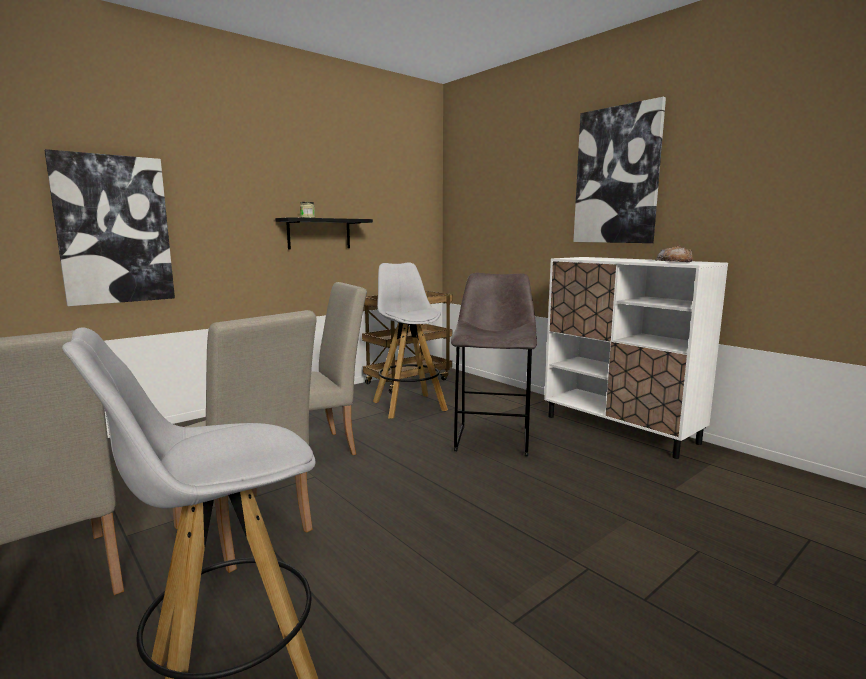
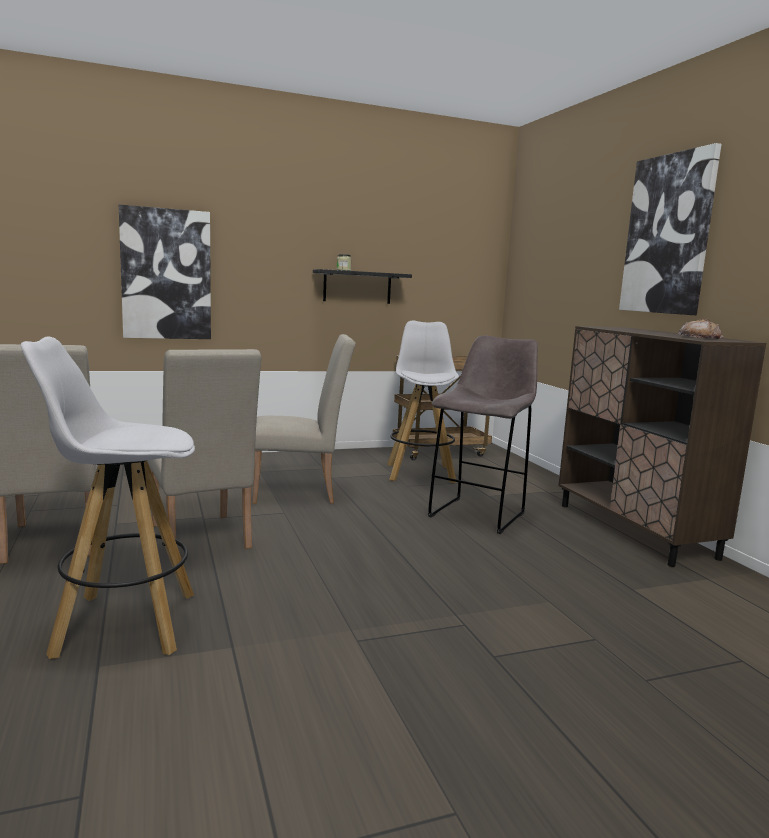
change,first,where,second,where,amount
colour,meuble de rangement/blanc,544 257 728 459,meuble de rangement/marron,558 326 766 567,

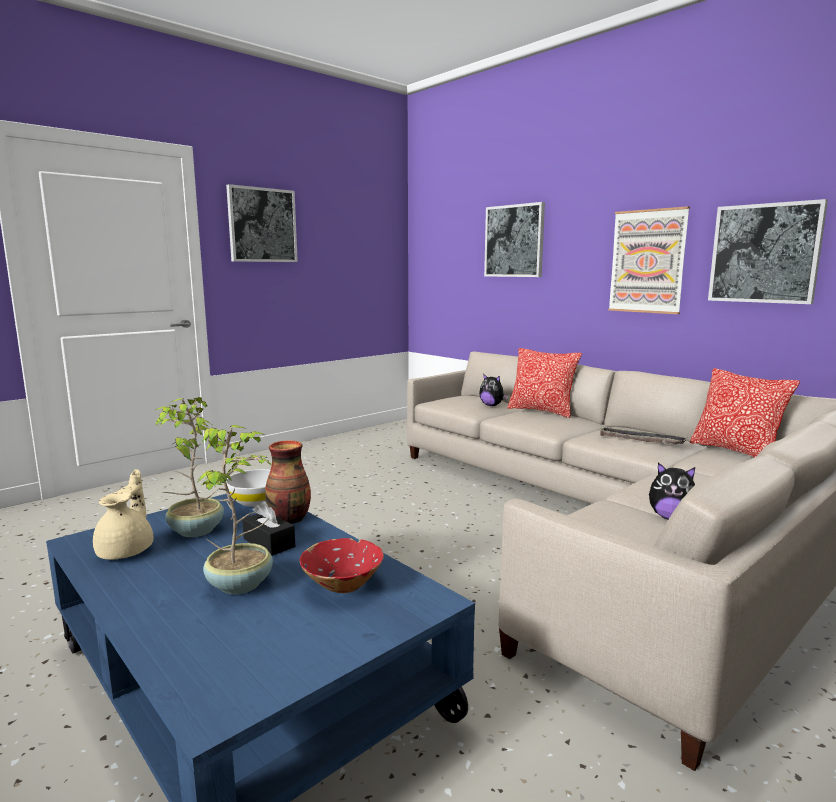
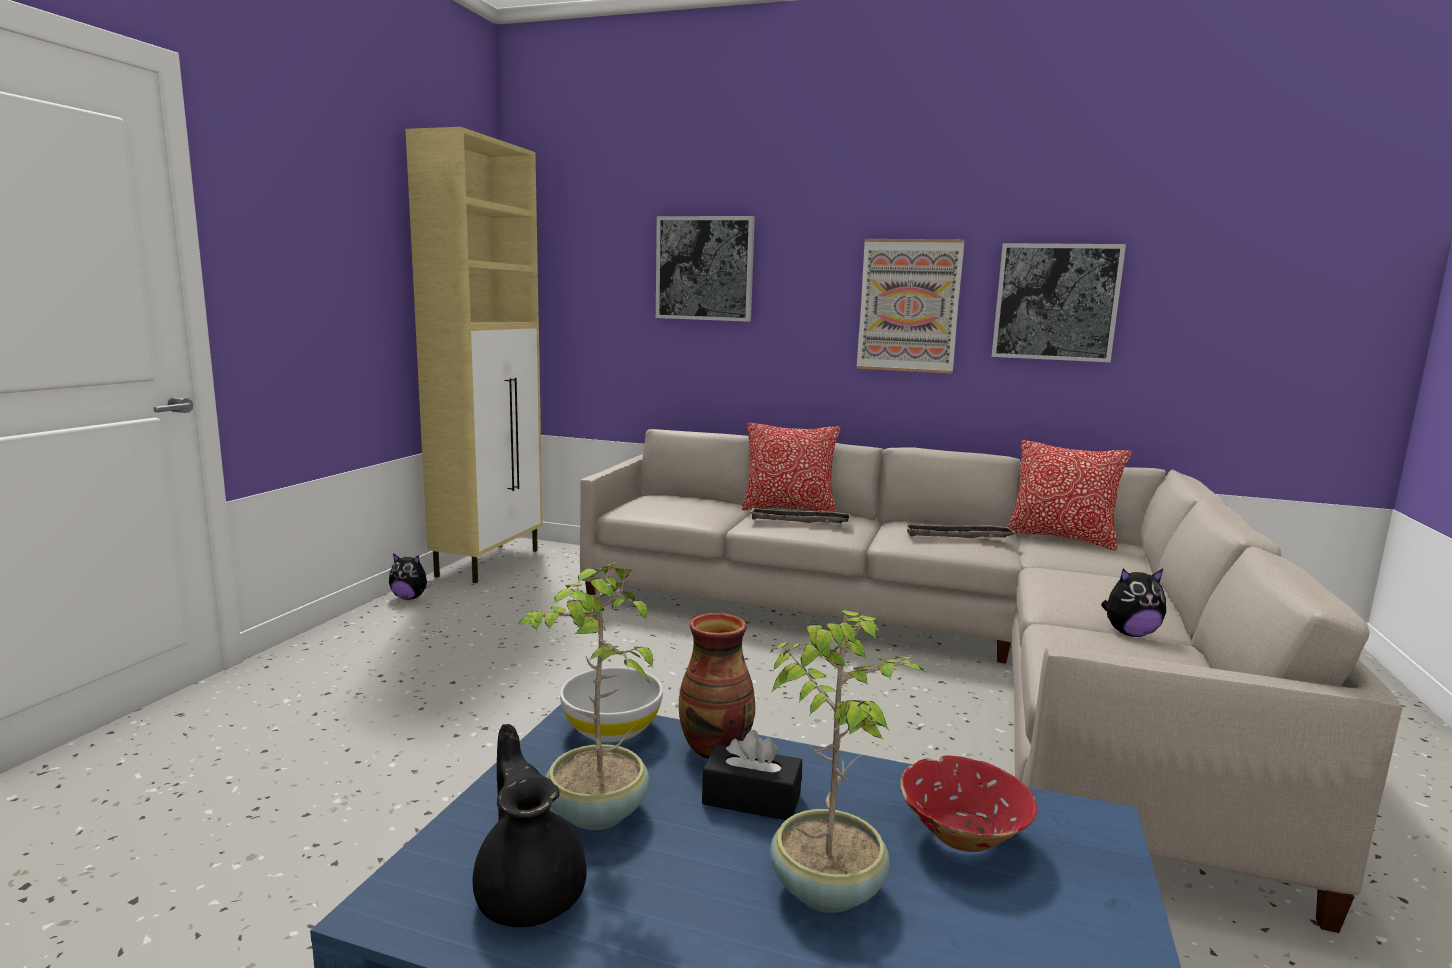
change,first,where,second,where,amount
relocated,peluche,479 374 508 406,,389 553 434 600,
appeared,,,meuble de rangement/beige,405 127 543 583,
colour,théière/beige,93 469 153 560,théière/noir,473 724 587 927,
appeared,,,plateau,749 508 851 523,
missing,tableau,226 184 298 262,,,

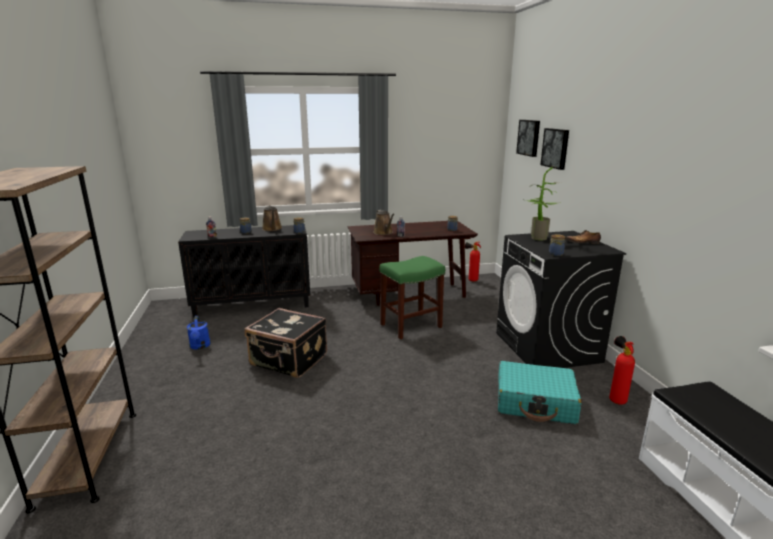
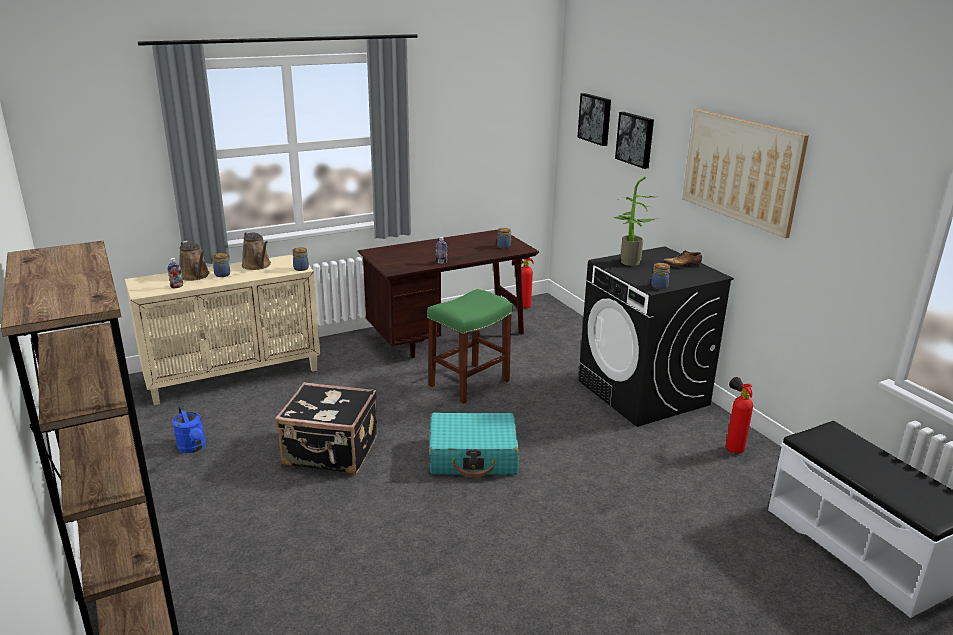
change,first,where,second,where,amount
colour,meuble de rangement/noir,178 225 310 317,meuble de rangement/beige,125 255 320 405,
relocated,arrosoir/marron,373 210 394 235,,179 240 210 281,
relocated,valise/turquoise,498 361 582 424,,429 413 519 478,
appeared,,,tableau,682 109 809 238,

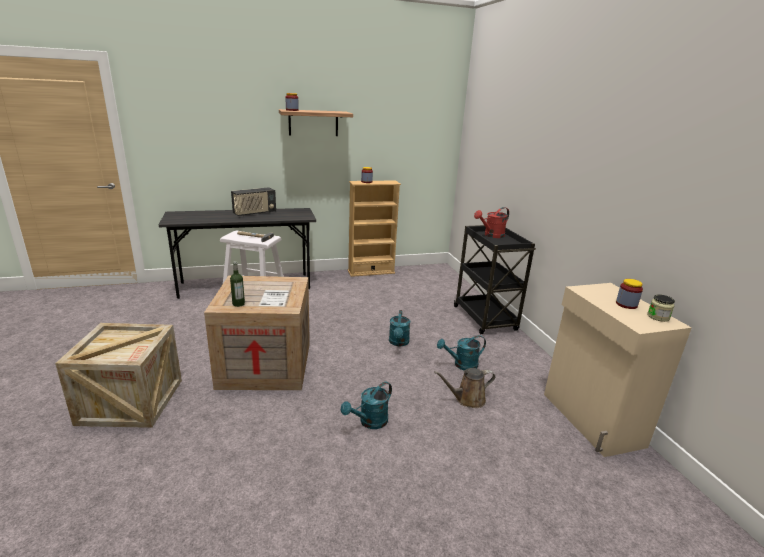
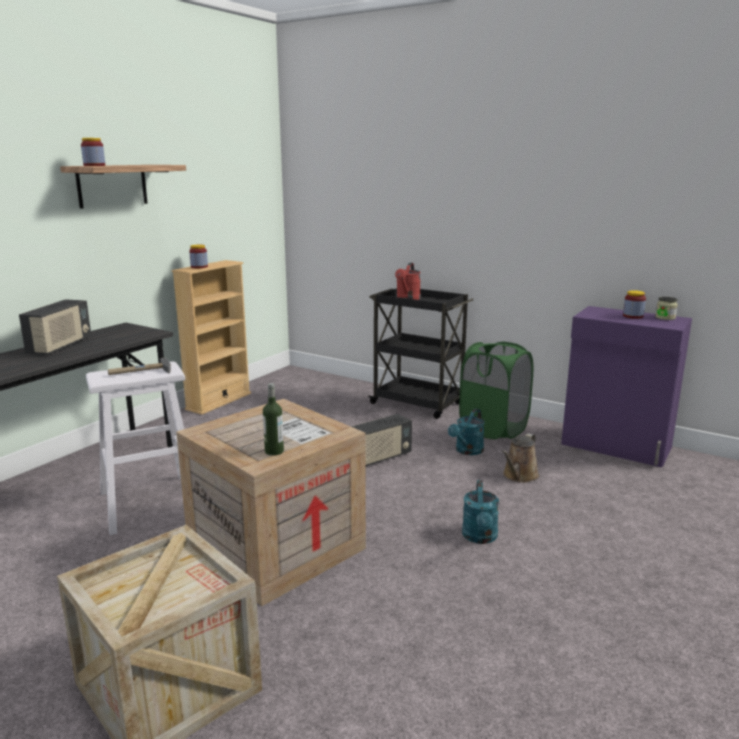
change,first,where,second,where,amount
exchanged,arrosoir/turquoise,389 310 410 346,radio,351 414 412 467,
appeared,,,panier à linge/vert,459 341 533 439,
colour,meuble de rangement/beige,544 283 692 457,meuble de rangement/violet,561 306 692 467,

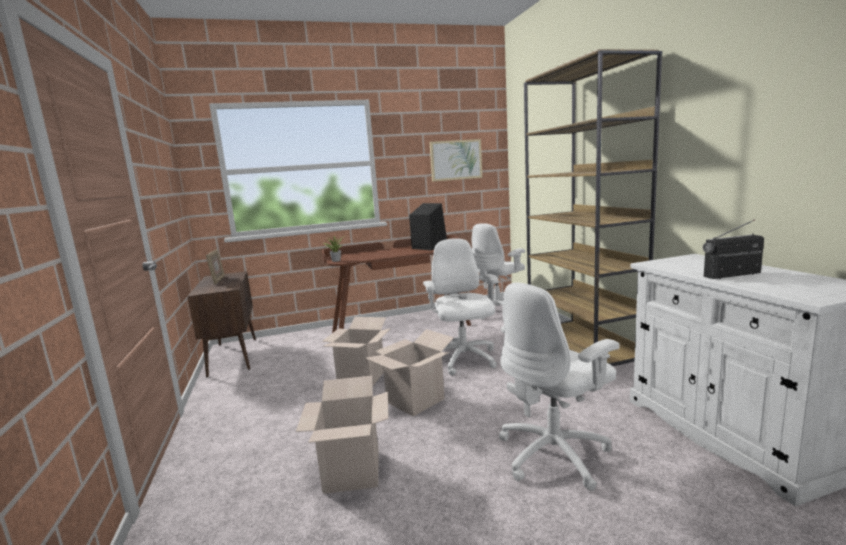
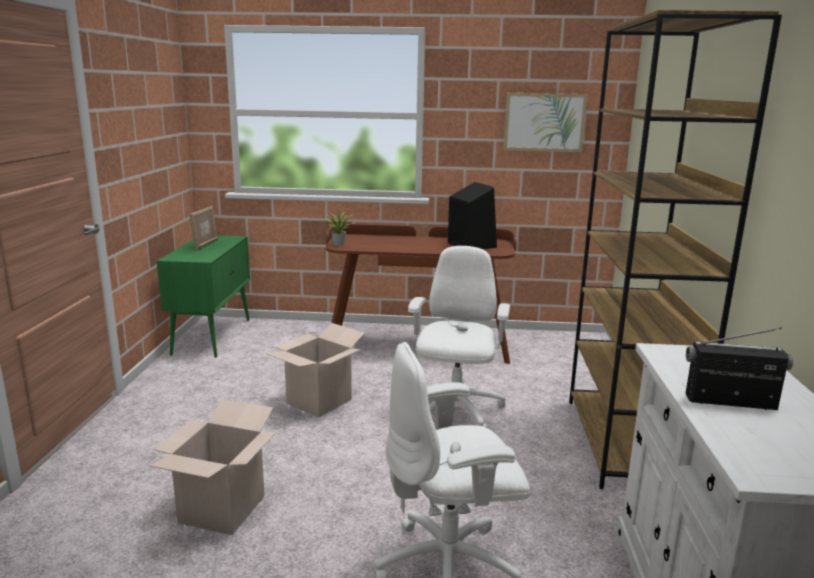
change,first,where,second,where,amount
colour,meuble de rangement/marron,188 271 256 378,meuble de rangement/vert,157 235 250 358,
missing,carton,365 329 454 416,,,
missing,chaise de bureau/blanc,472 223 525 320,,,

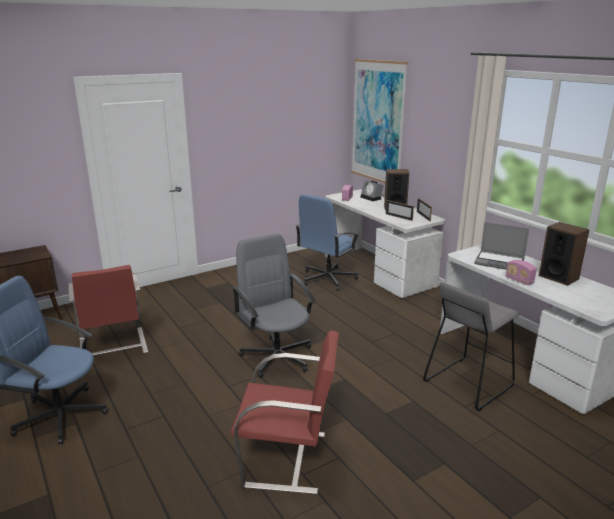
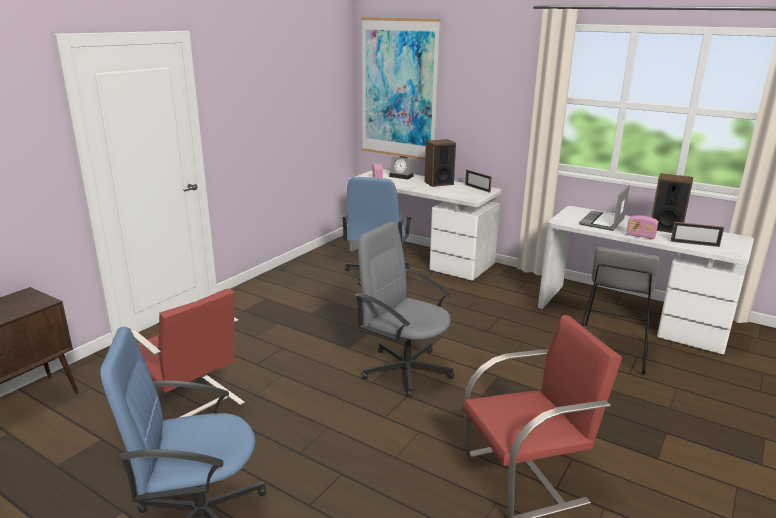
change,first,where,second,where,amount
spun,ordinateur portable,474 222 529 270,,579 185 630 231,120 degrees clockwise
relocated,cadre photo,386 200 414 221,,671 222 724 247,

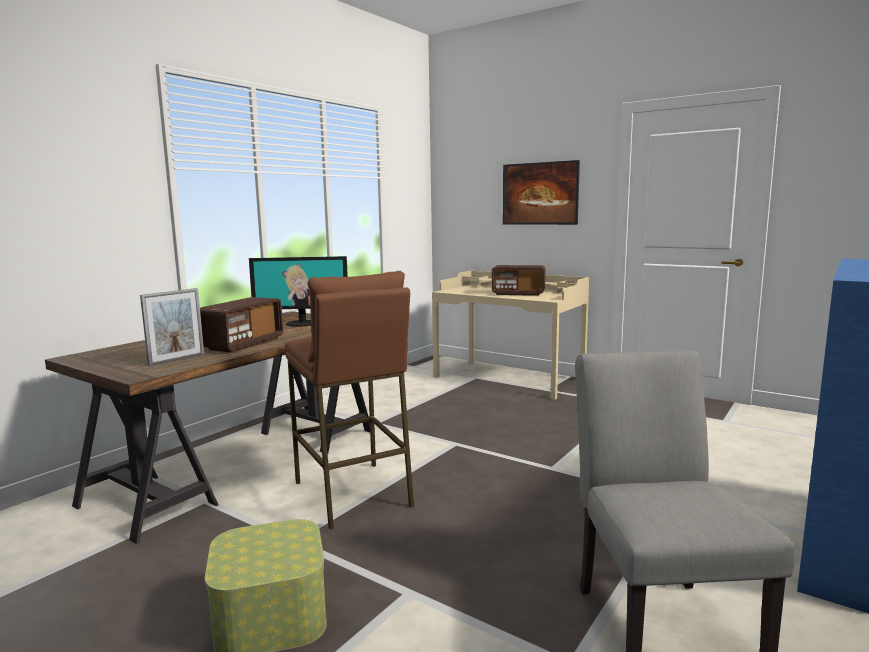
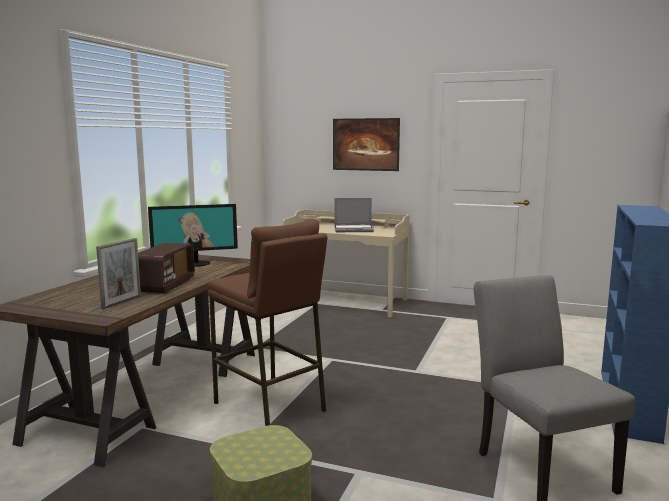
change,first,where,second,where,amount
exchanged,radio,492 265 545 296,ordinateur portable,334 198 374 232,

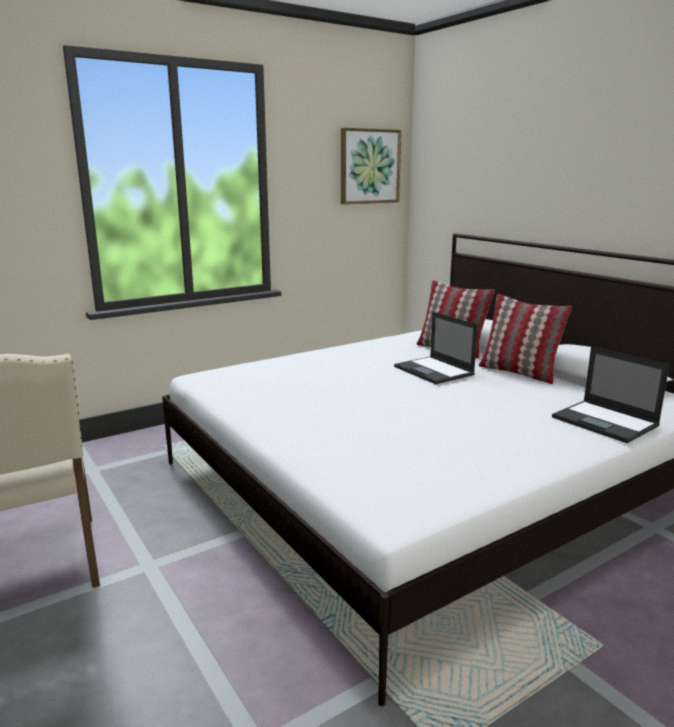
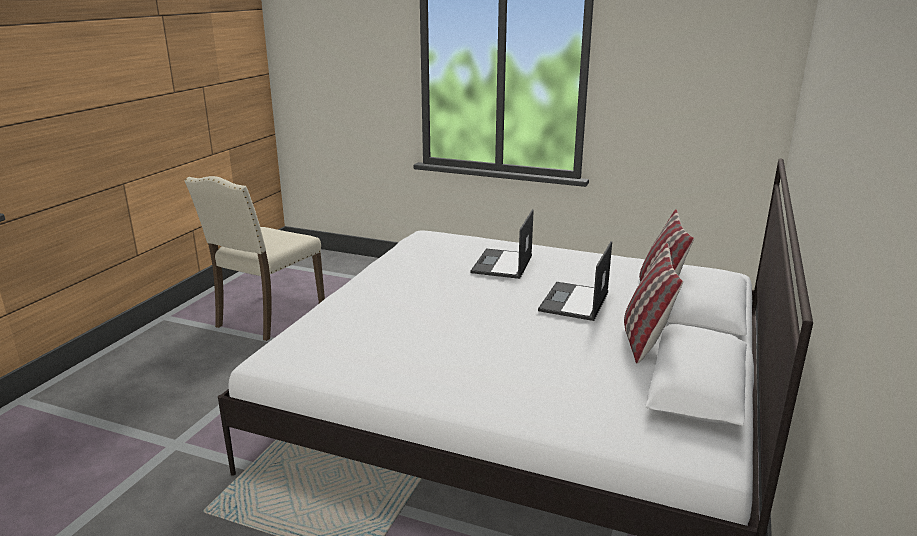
change,first,where,second,where,amount
relocated,ordinateur portable,552 347 669 443,,471 209 534 279,
missing,tableau,341 128 401 204,,,

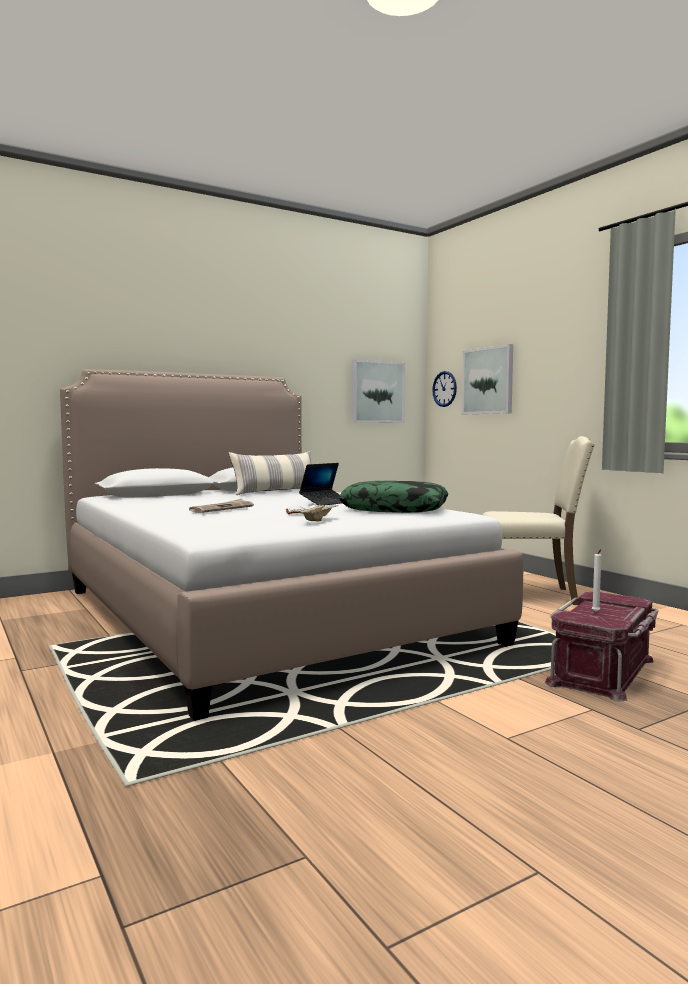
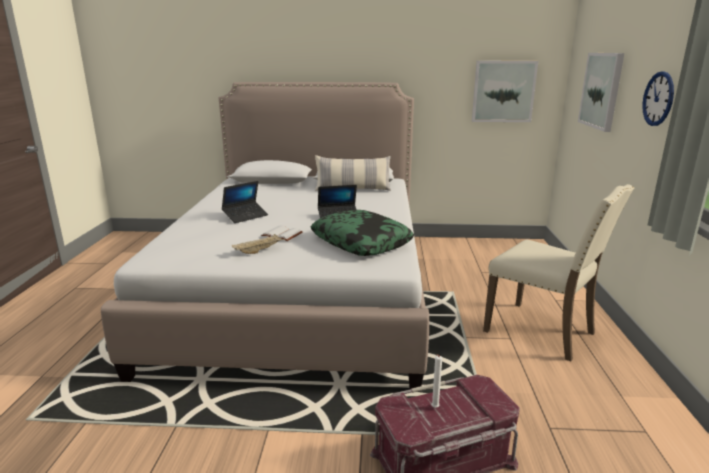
change,first,where,second,where,amount
exchanged,journal,189 499 254 513,ordinateur portable,222 181 268 223,
relocated,horloge murale,432 371 457 407,,642 71 674 126,

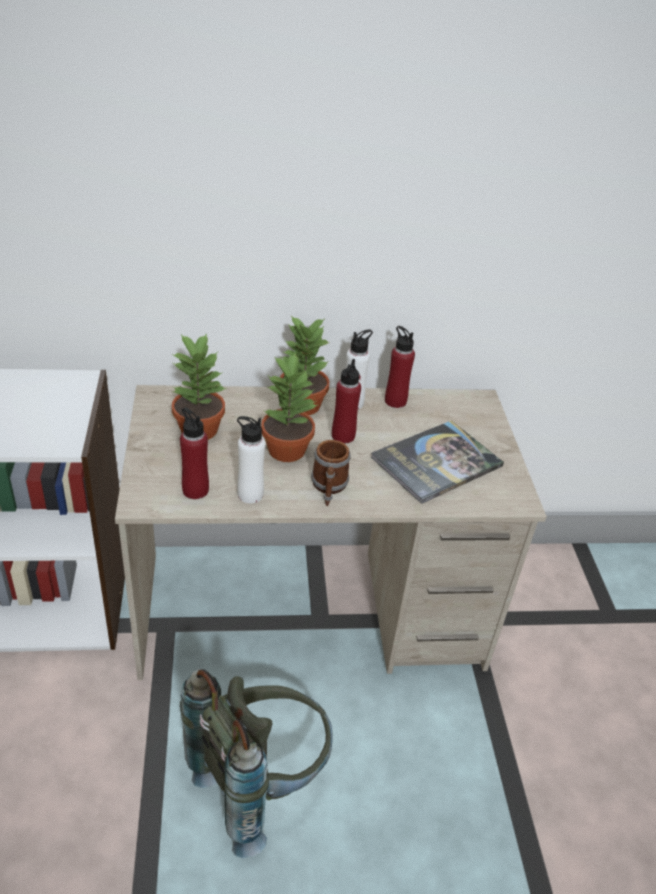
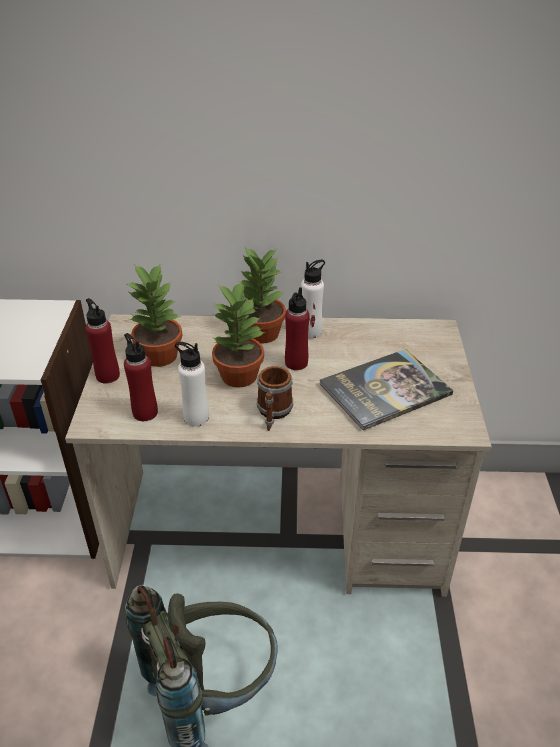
change,first,where,second,where,amount
relocated,bouteille/rouge,385 326 415 408,,85 298 120 383,

